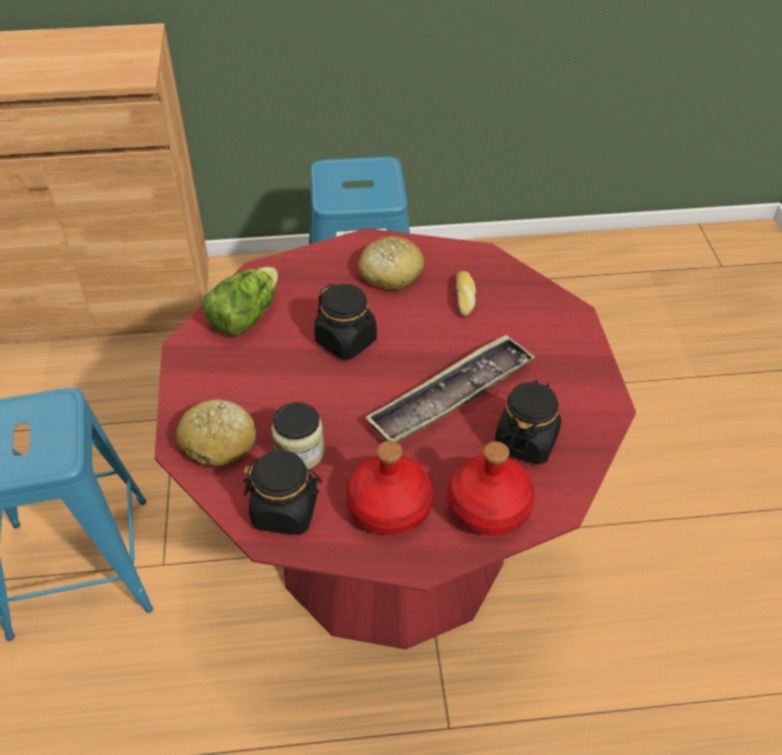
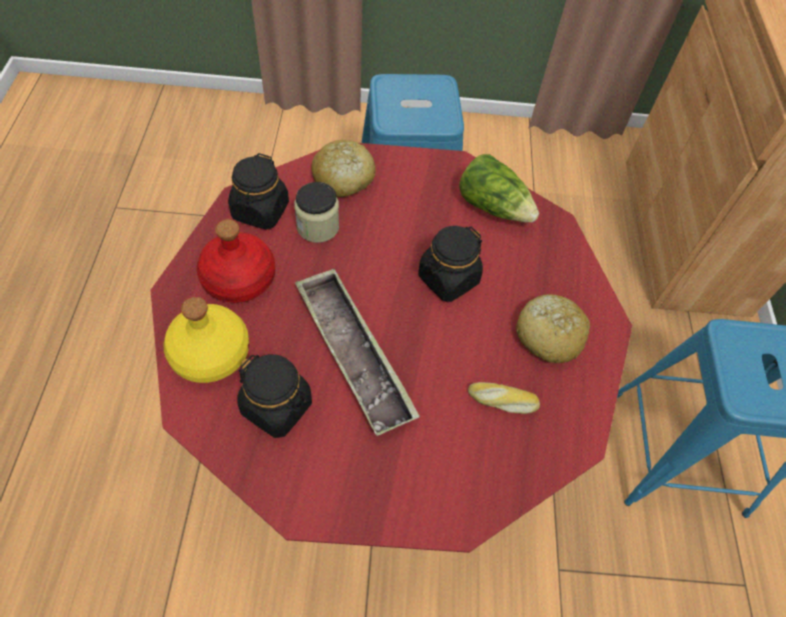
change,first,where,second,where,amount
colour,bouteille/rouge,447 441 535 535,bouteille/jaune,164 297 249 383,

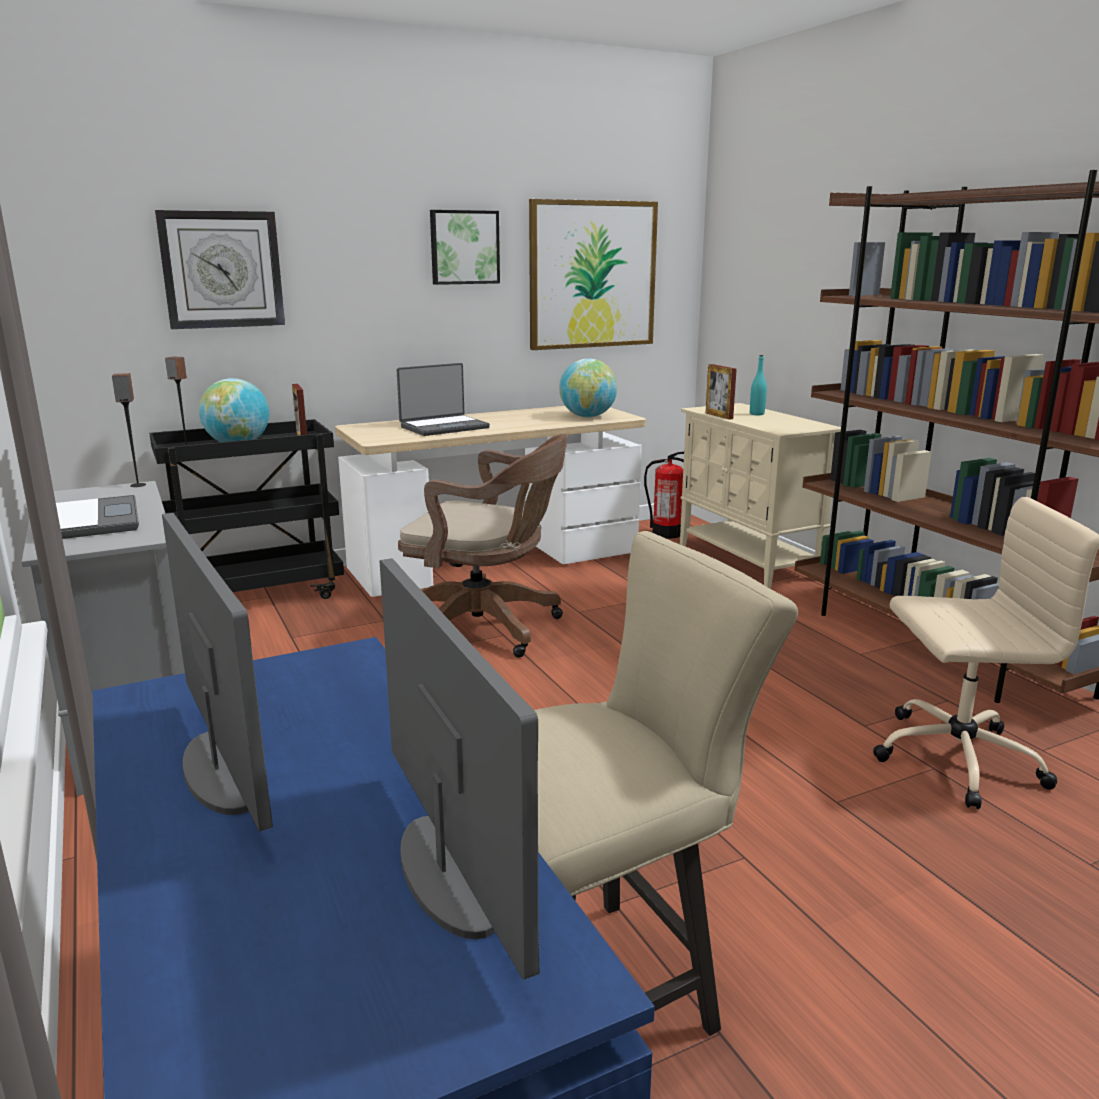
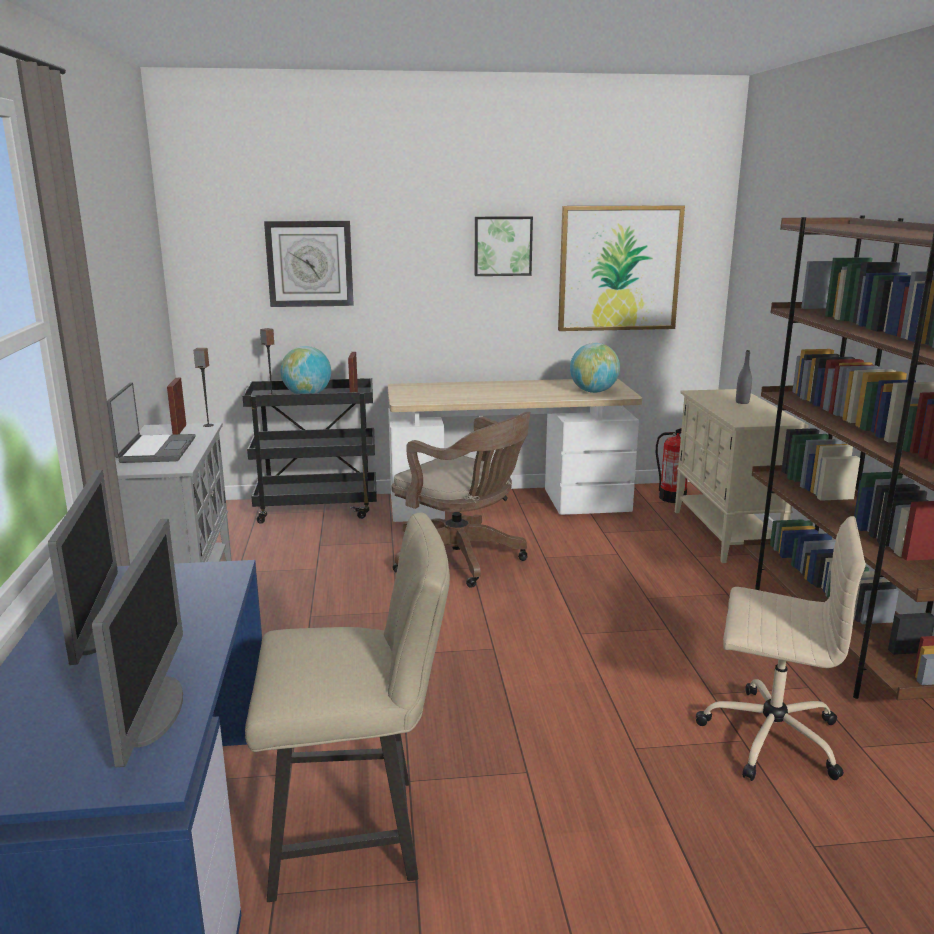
change,first,where,second,where,amount
relocated,cadre photo,706 364 737 420,,167 378 186 434,
colour,bouteille/turquoise,750 355 767 415,bouteille/gris,736 350 752 404,
missing,ordinateur portable,397 363 490 436,,,

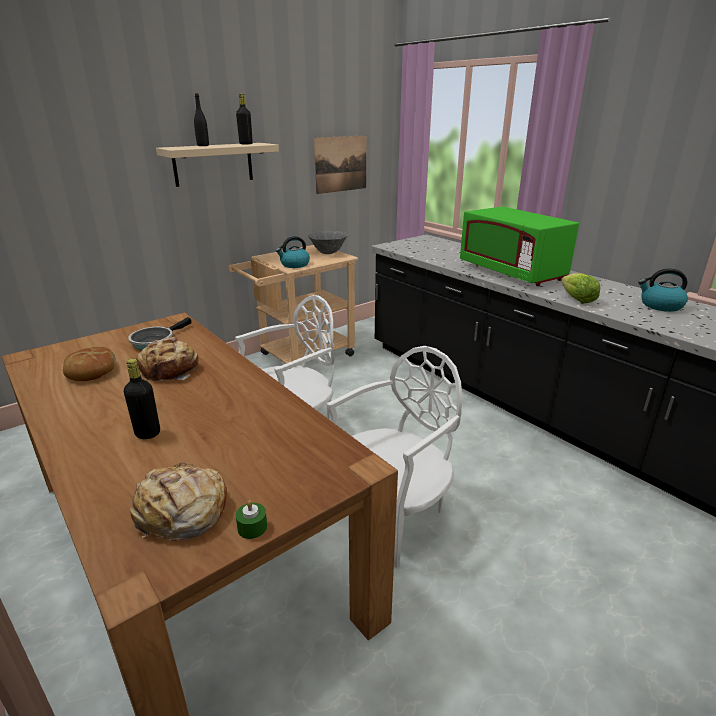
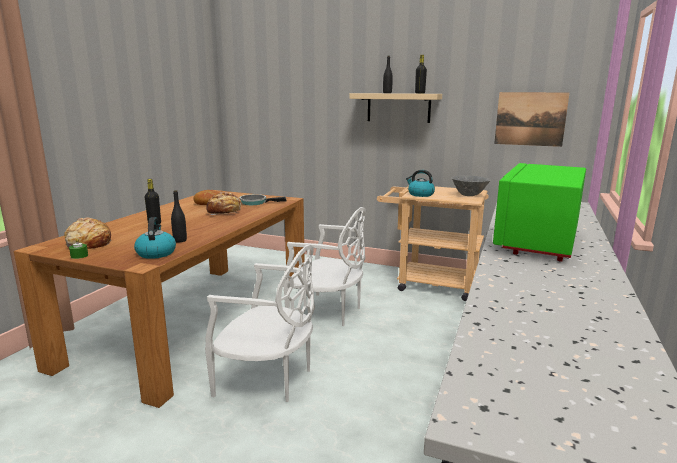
change,first,where,second,where,amount
relocated,bouilloire,638 268 688 312,,134 217 176 259,
appeared,,,bouteille/noir,171 190 187 242,
missing,laitue,561 273 600 303,,,

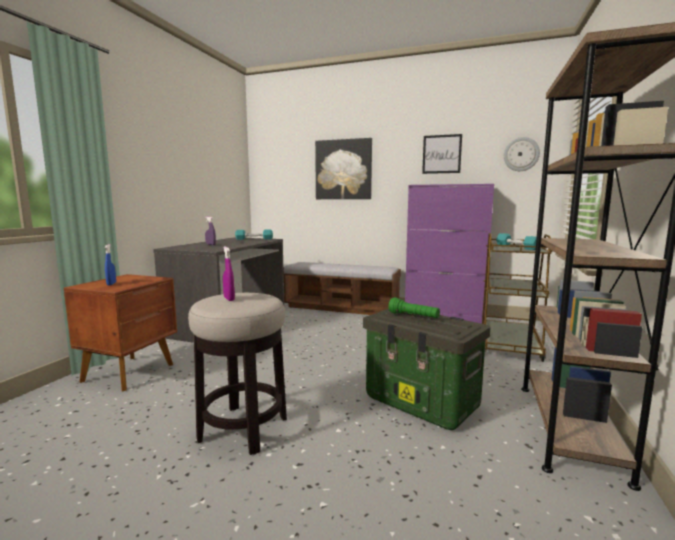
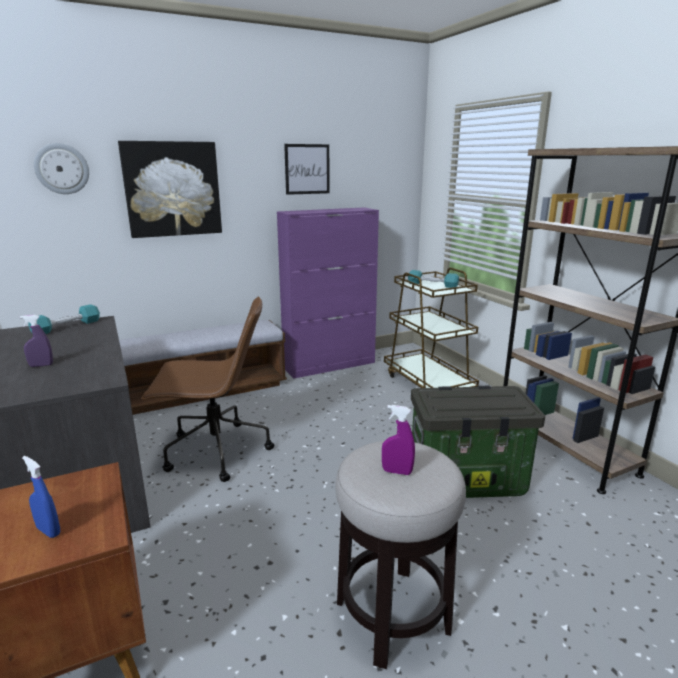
change,first,where,second,where,amount
relocated,horloge murale,504 137 540 171,,34 143 89 194,
appeared,,,chaise de bureau/marron,141 296 274 482,
missing,lampe de poche/vert,388 297 440 318,,,

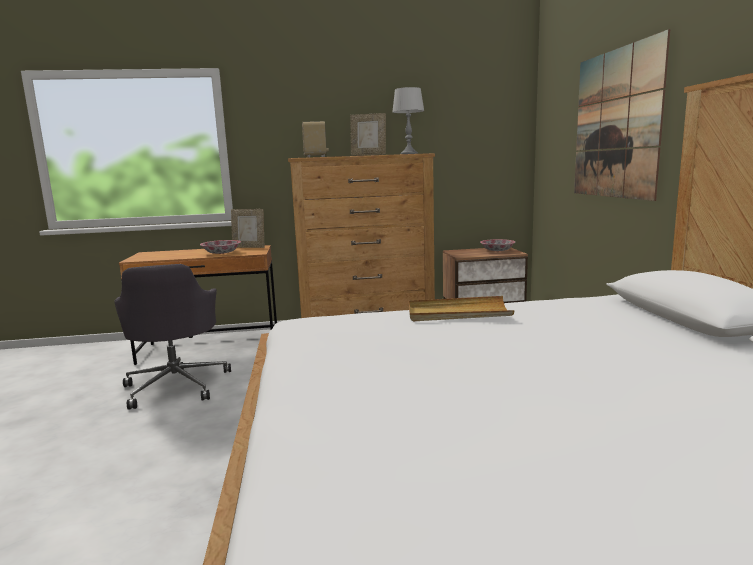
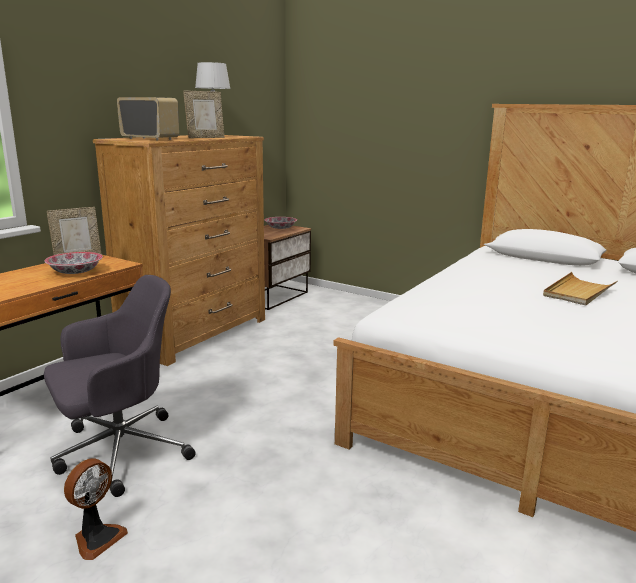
change,first,where,second,where,amount
spun,chaise de bureau/gris,114 264 231 410,,44 275 196 497,60 degrees counterclockwise
appeared,,,ventilateur,64 458 128 560,
relocated,plateau/beige,409 296 514 321,,543 272 617 305,
missing,tableau,574 29 670 201,,,

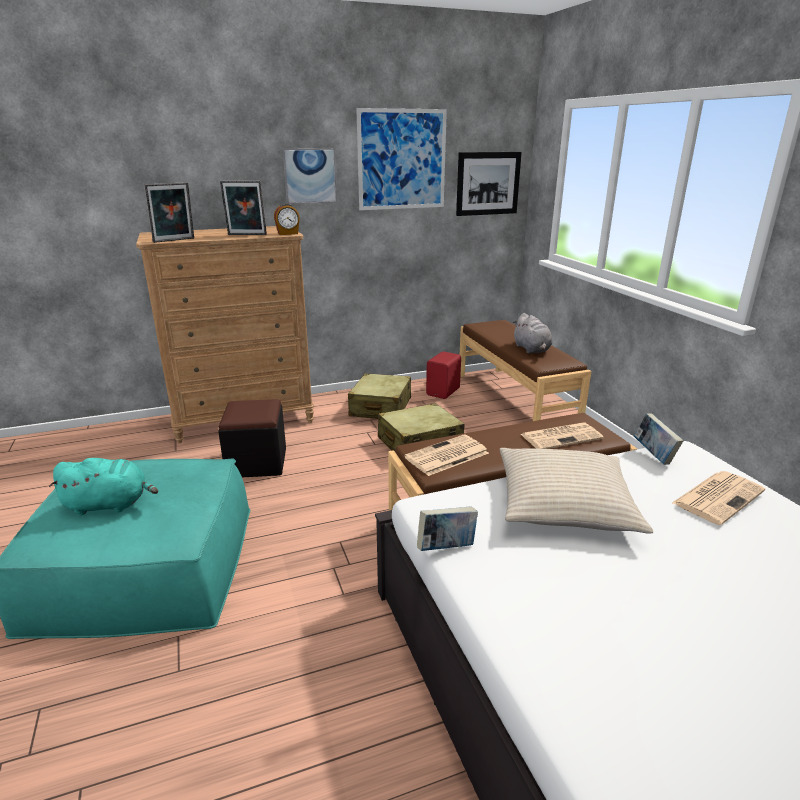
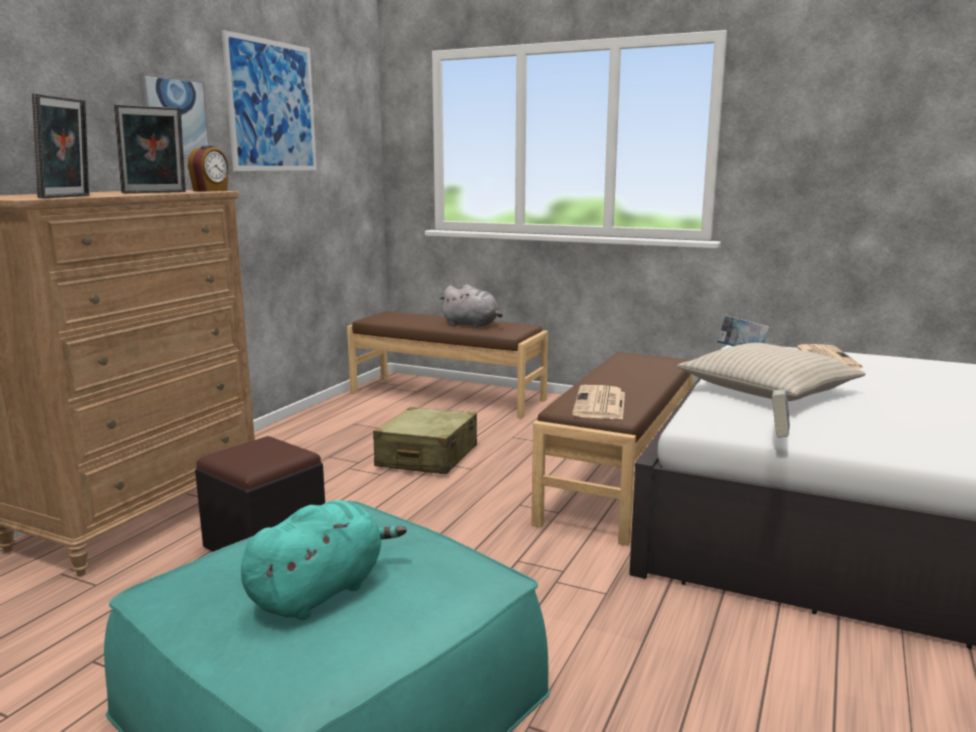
change,first,where,second,where,amount
missing,valise/beige,348 373 411 419,,,
missing,enceinte/rouge,426 352 461 399,,,
missing,tableau,456 152 522 216,,,
missing,journal,521 423 604 449,,,

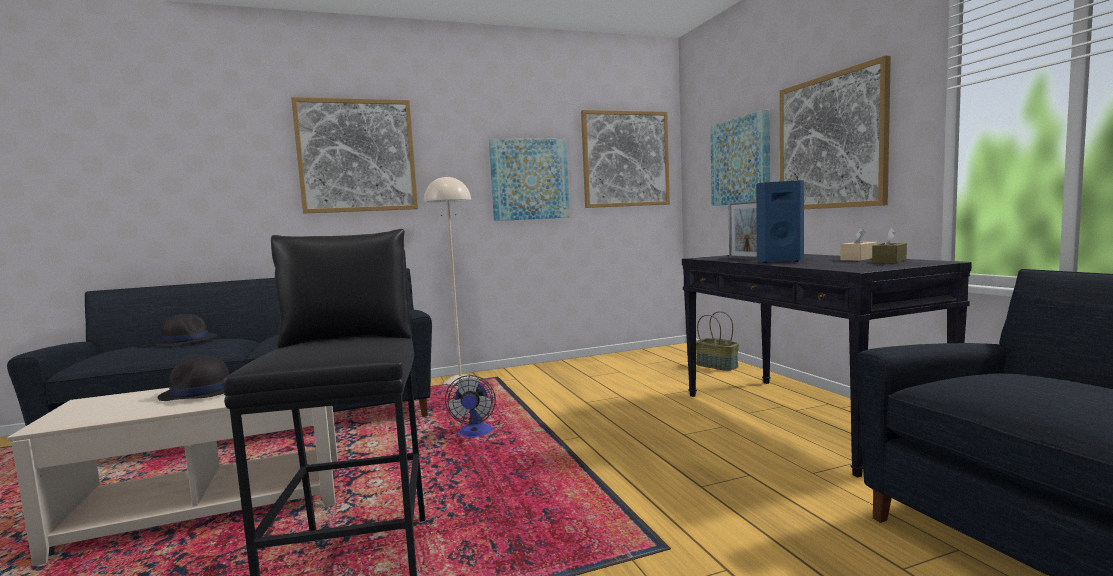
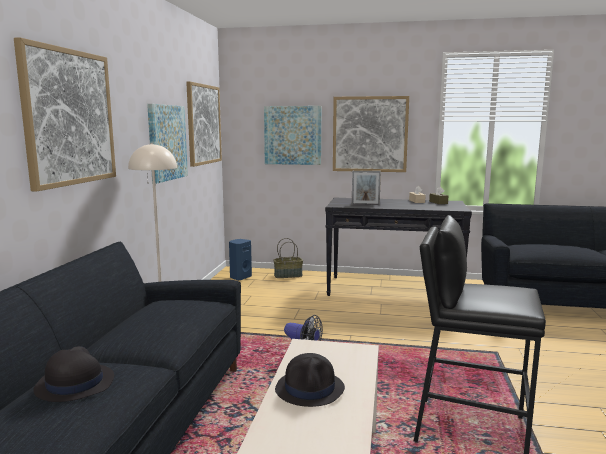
change,first,where,second,where,amount
relocated,enceinte/bleu,756 180 804 263,,229 239 252 280,

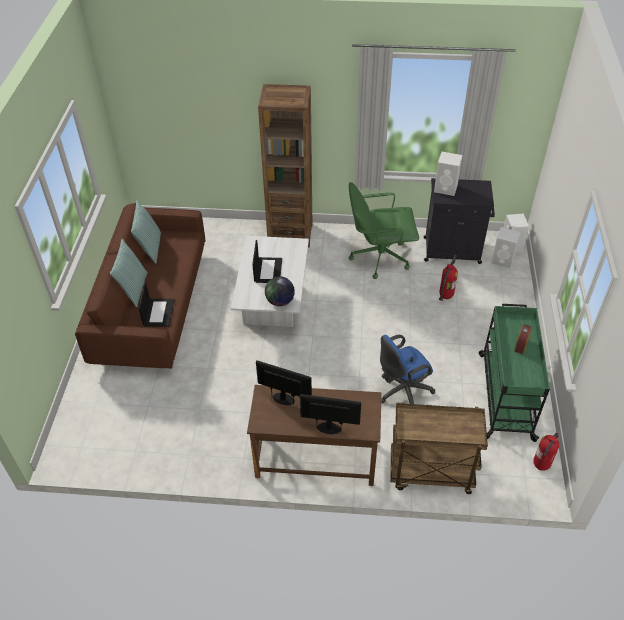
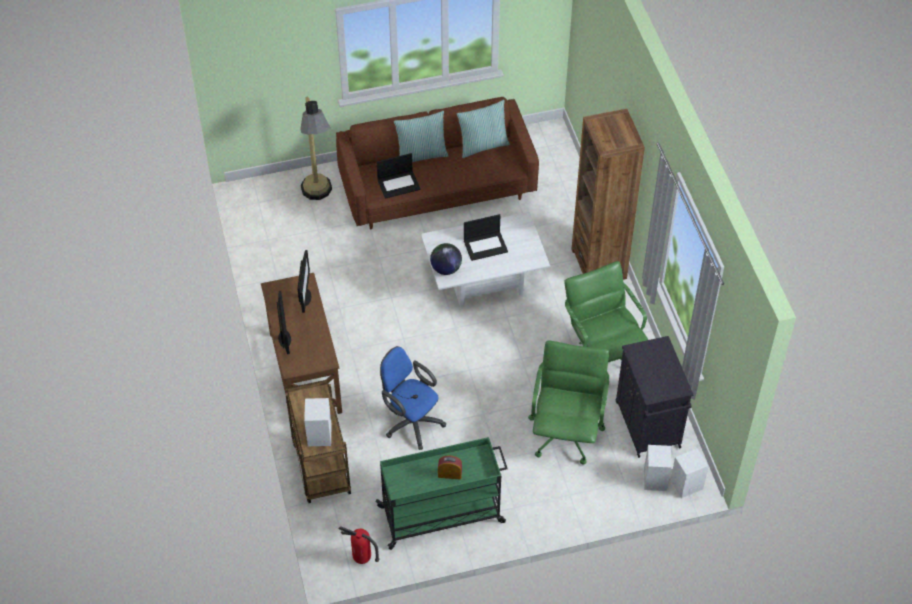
change,first,where,second,where,amount
appeared,,,lampadaire,300 97 332 200,
relocated,enceinte/blanc,434 152 463 196,,304 398 332 446,
exchanged,extincteur,439 255 458 301,chaise de bureau/vert,528 341 609 464,

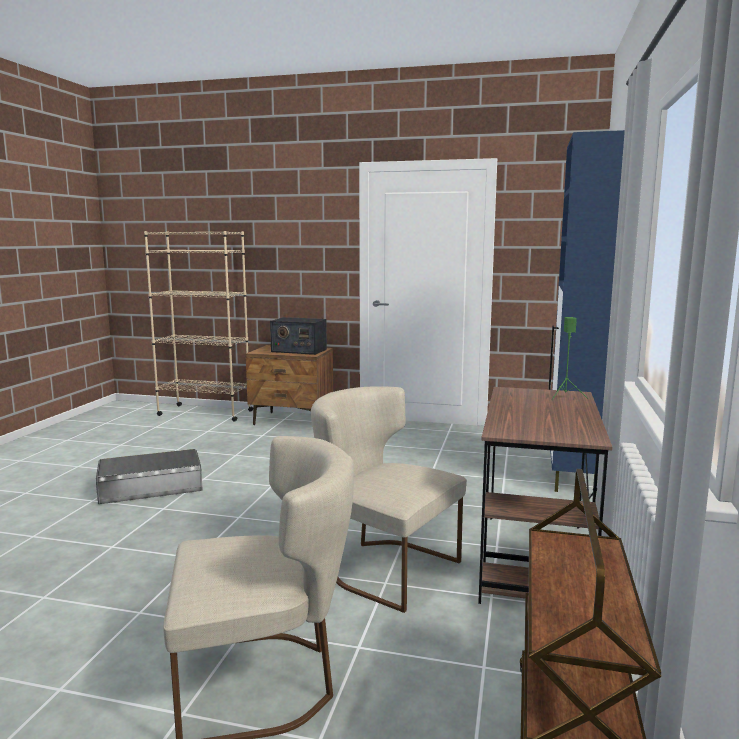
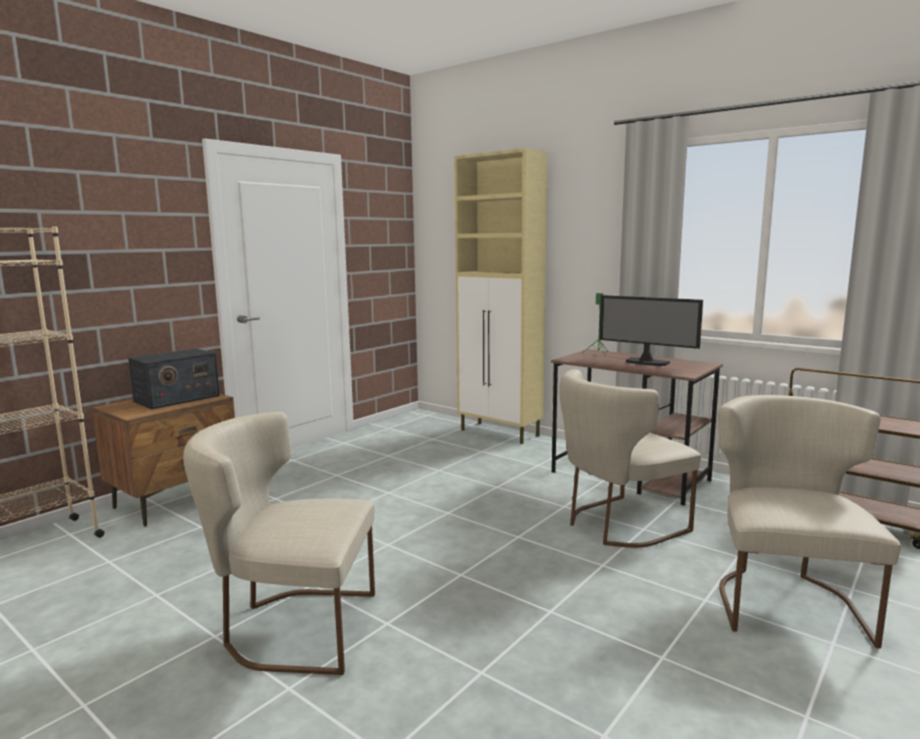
change,first,where,second,where,amount
exchanged,boîte de rangement/gris,96 449 203 504,chaise/beige,183 412 375 675,
colour,meuble de rangement/bleu,549 130 625 492,meuble de rangement/beige,454 148 548 444,
appeared,,,écran d'ordinateur,599 295 703 366,

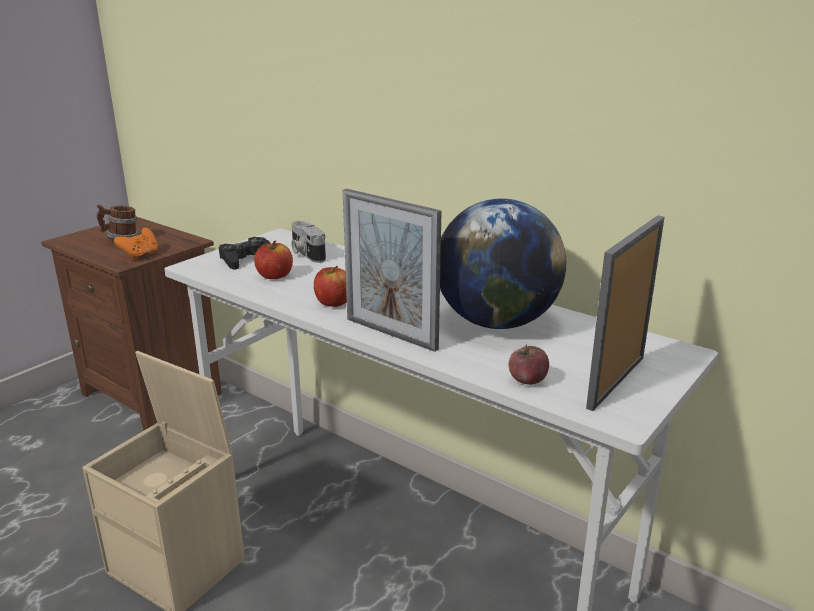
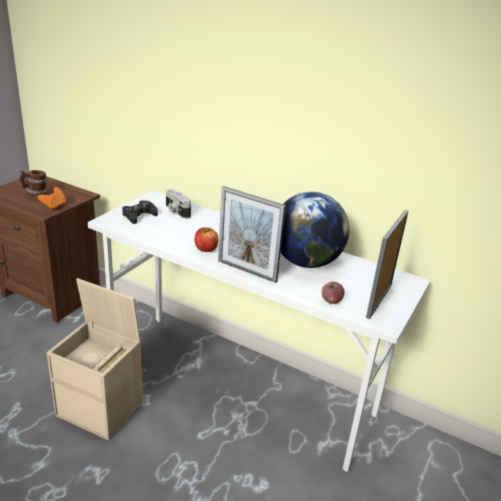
change,first,where,second,where,amount
missing,pomme,254 240 293 279,,,

